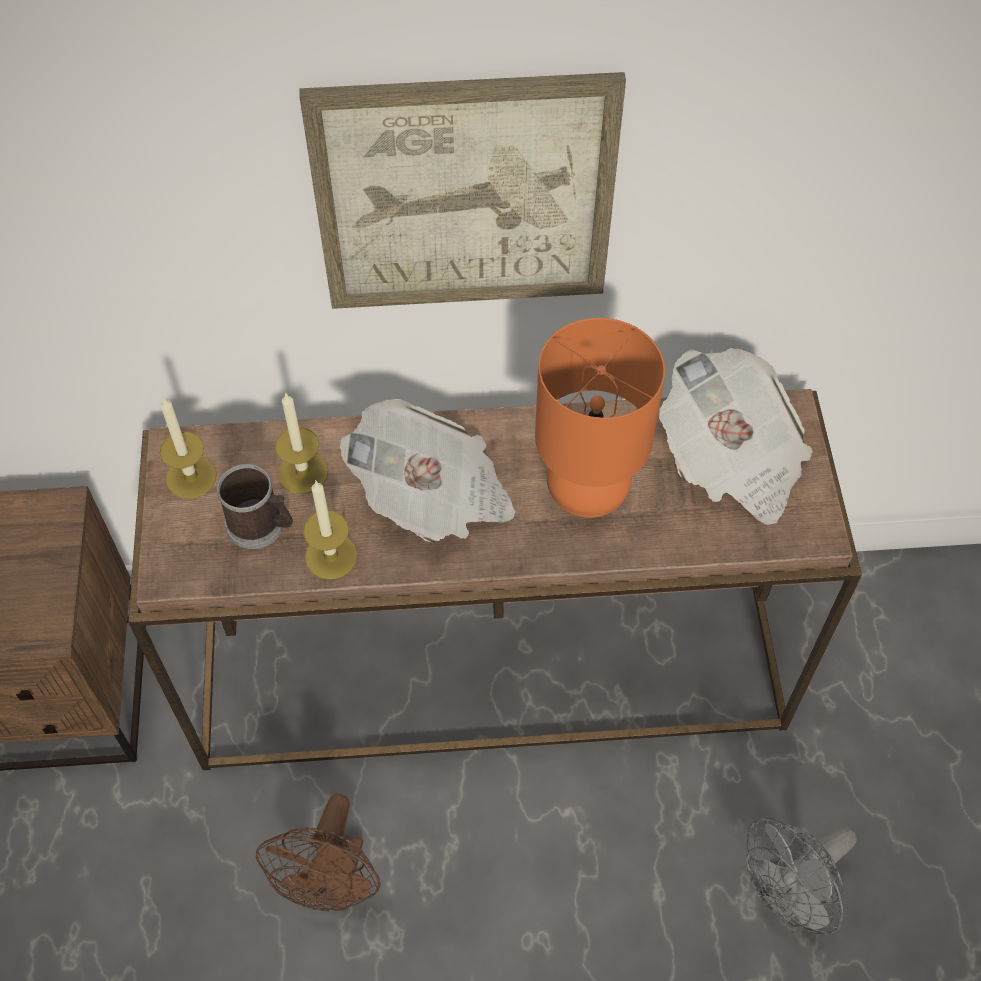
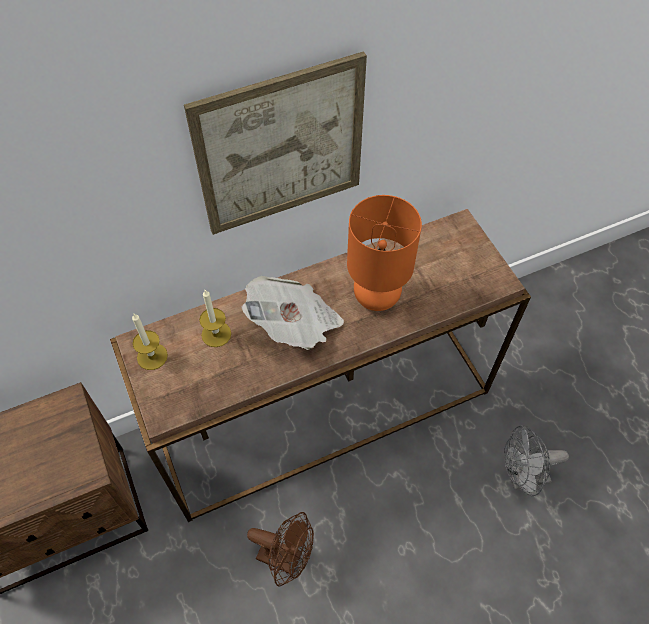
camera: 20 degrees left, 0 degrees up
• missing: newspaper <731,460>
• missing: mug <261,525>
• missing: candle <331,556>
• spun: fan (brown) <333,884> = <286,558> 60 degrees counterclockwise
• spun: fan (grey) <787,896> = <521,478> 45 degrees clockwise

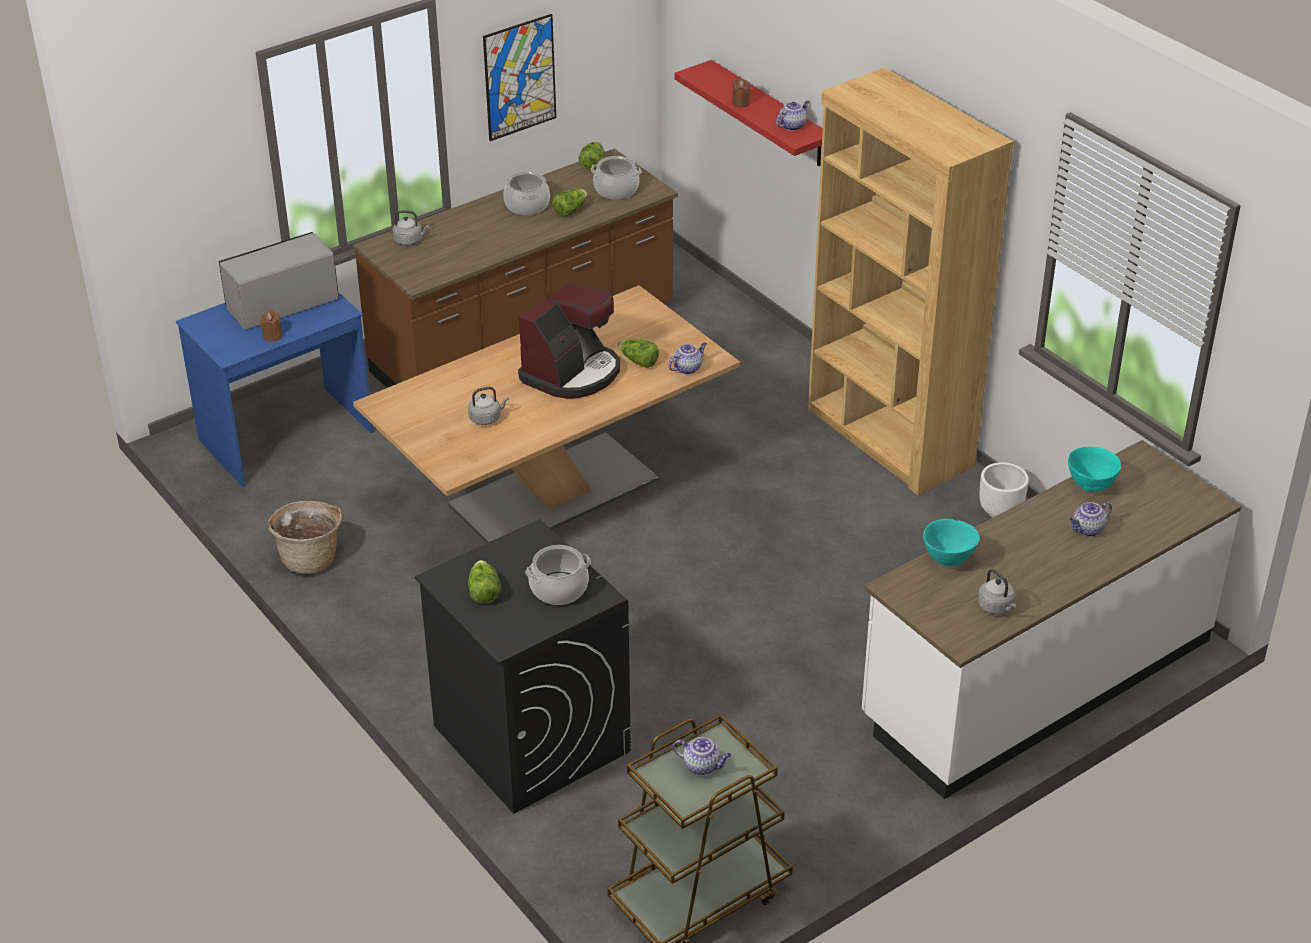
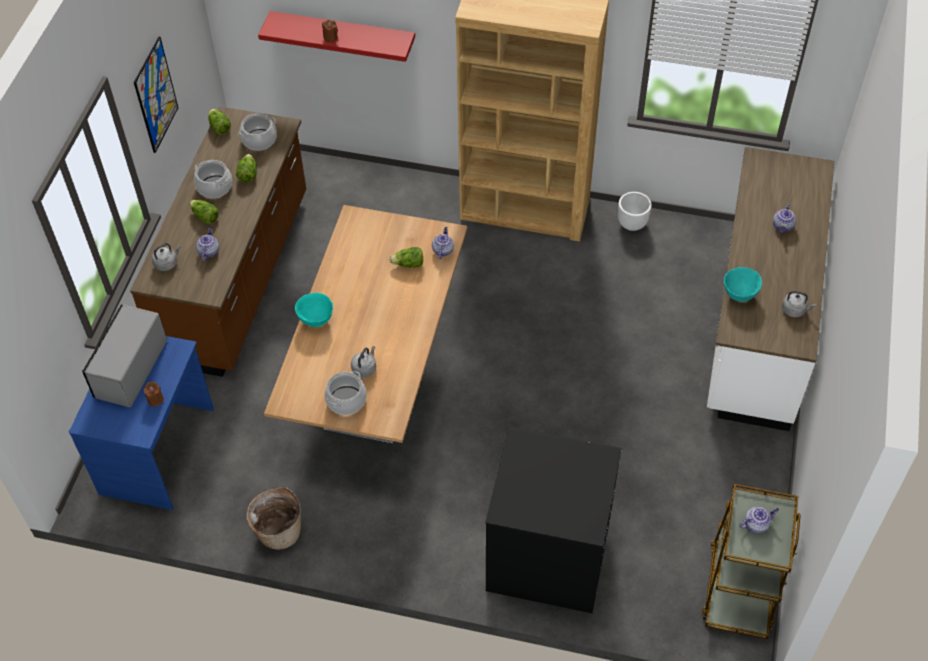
camera: 40 degrees left, 15 degrees up
• relocated: teapot <792,126> to <208,251>
• missing: coffee machine <572,373>
• relocated: bowl (turquoise) <1091,486> to <316,320>
• relocated: cooking pot <559,589> to <346,400>
• relocated: lettuce <483,592> to <205,217>

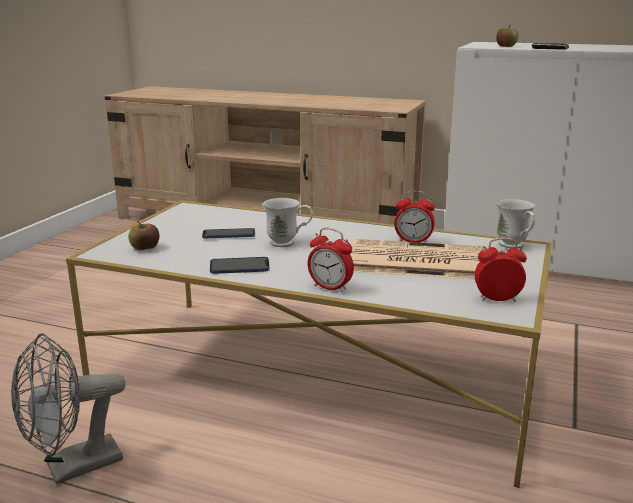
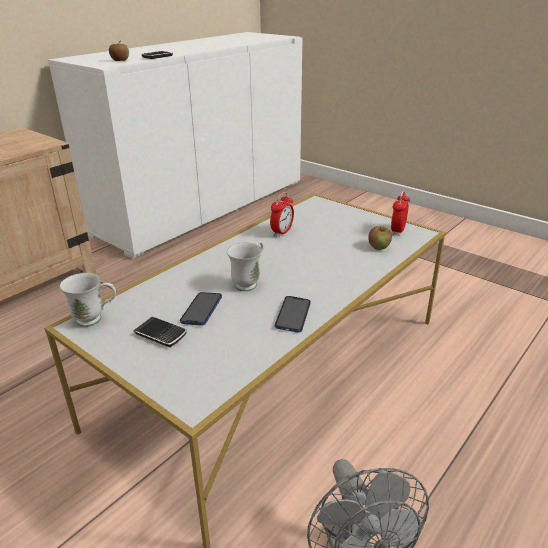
camera: 70 degrees left, 10 degrees up
• relocated: mug (white) <515,246> to <95,319>
• relocated: apple <145,248> to <379,246>
• missing: alarm clock <330,287>
• missing: newspaper <417,262>
• appeared: phone <160,334>

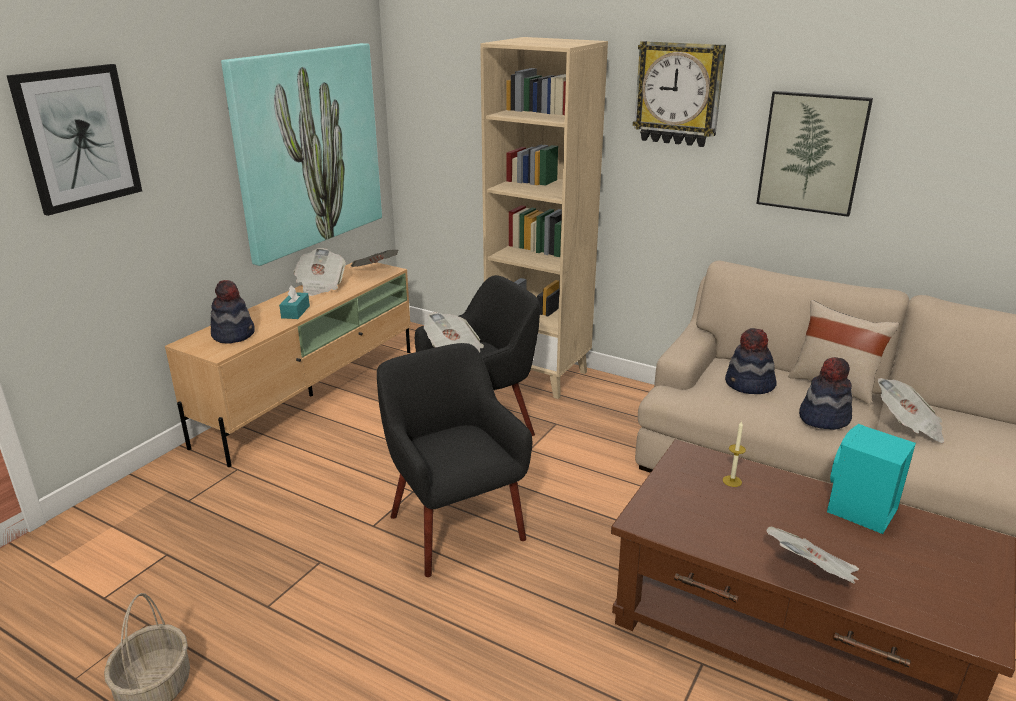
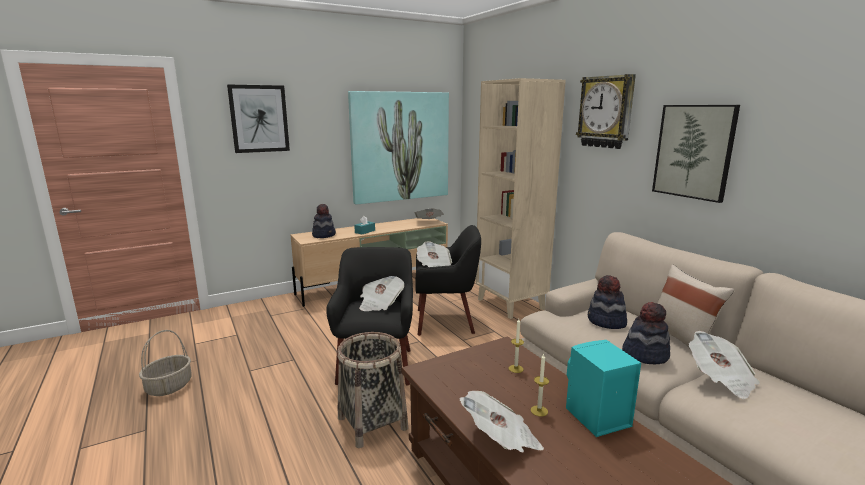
camera: 30 degrees right, 10 degrees down
• relocated: newspaper <320,286> to <380,303>
• appeared: basket <372,423>
• appeared: candle <539,411>

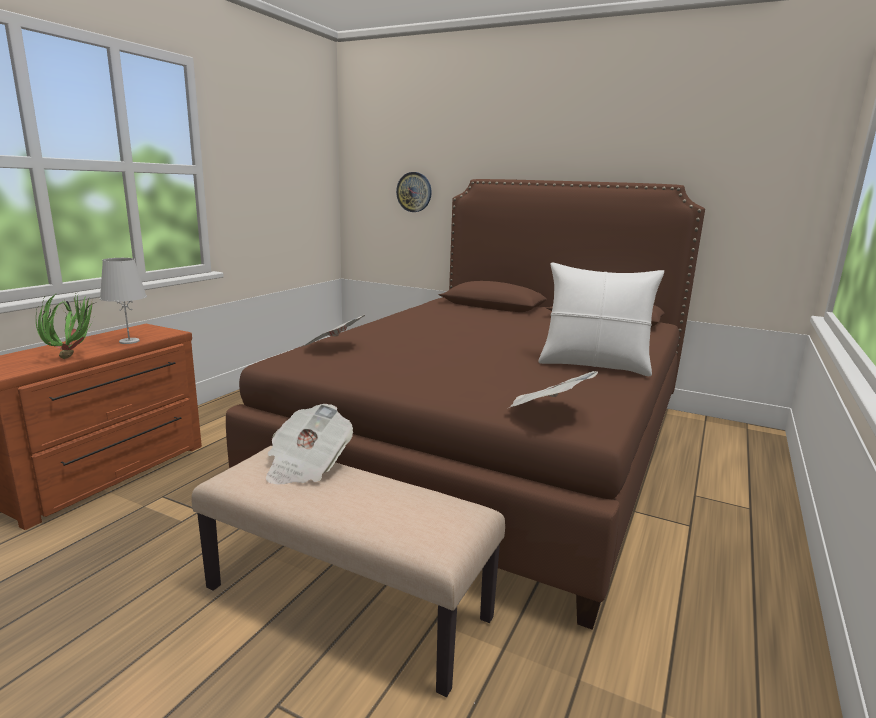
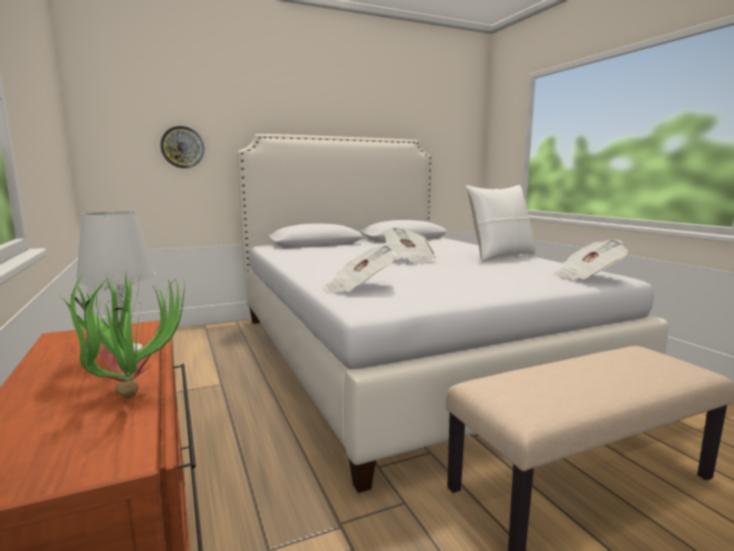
camera: 50 degrees left, 5 degrees down
• colour: bed (brown) <493,448> to bed (white) <402,354>
• relocated: newspaper <307,466> to <410,260>

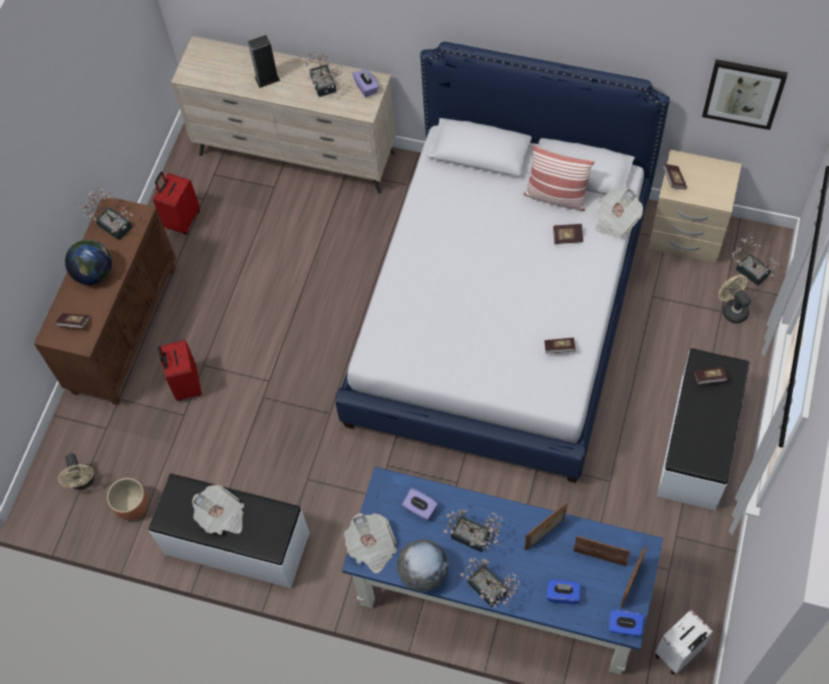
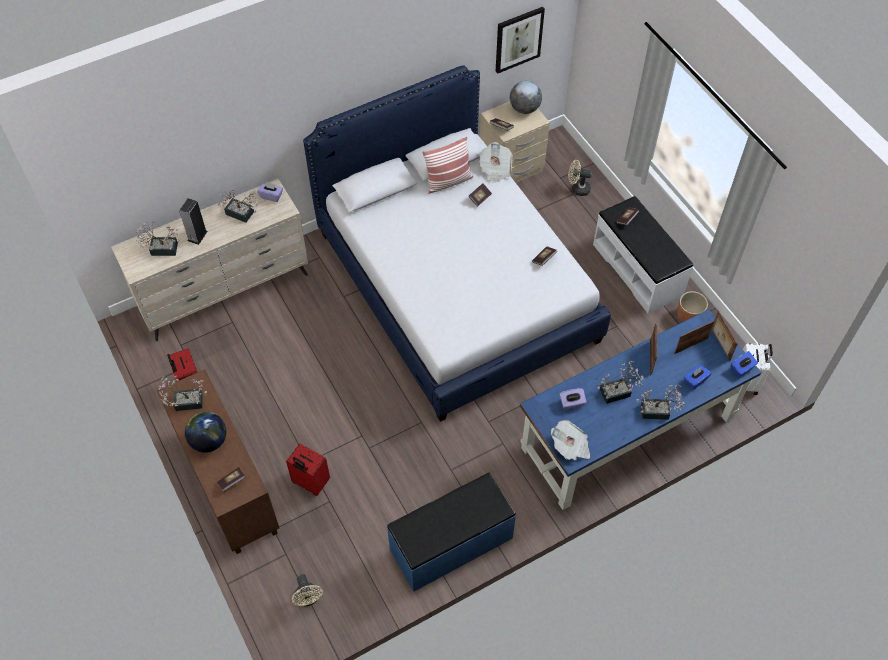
camera: 50 degrees left, 5 degrees down
• relocated: potted plant <749,269> to <161,249>
• spun: fan (beige) <83,481> = <308,599> 45 degrees clockwise
• colour: bench (white) <236,544> to bench (blue) <451,544>
• relocated: planter (brown) <132,507> to <689,316>
• missing: newspaper <222,516>
• relocated: globe <423,573> to <524,109>

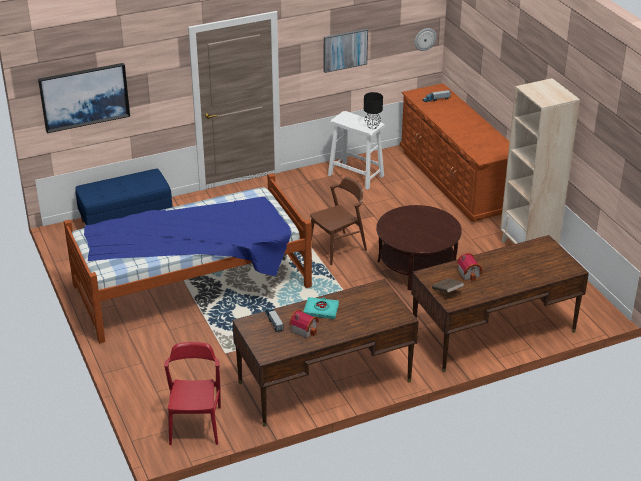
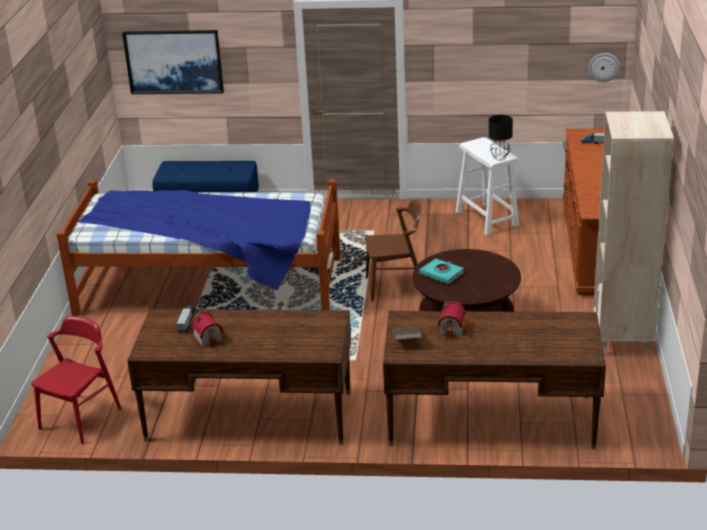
camera: 30 degrees right, 5 degrees down
• missing: picture <345,50>
• relocated: book (turquoise) <321,310> to <441,274>

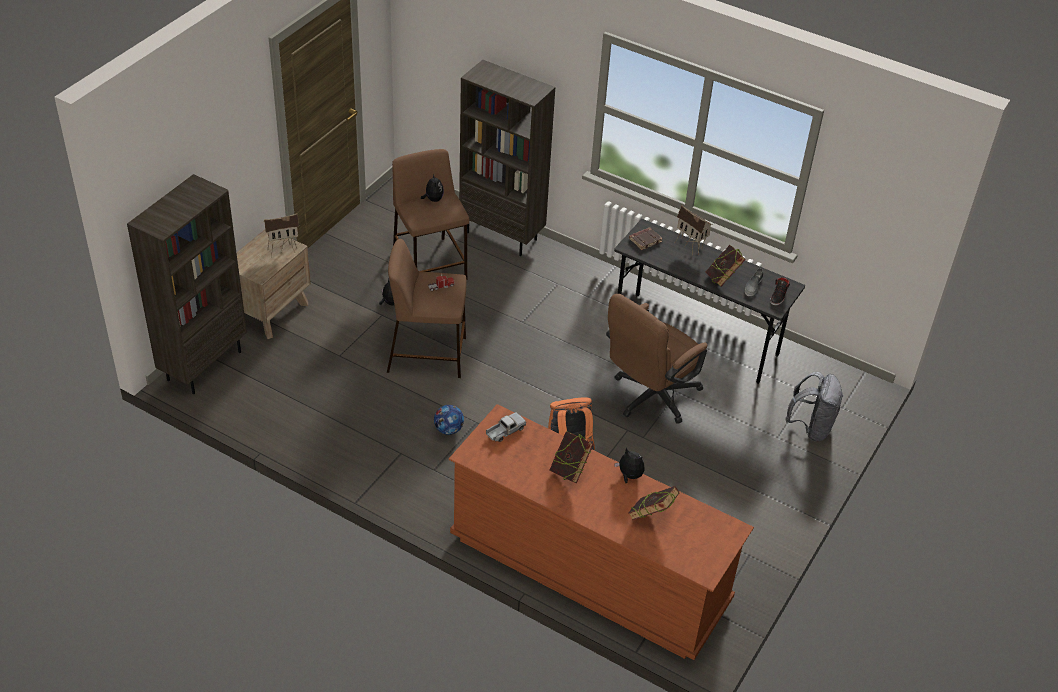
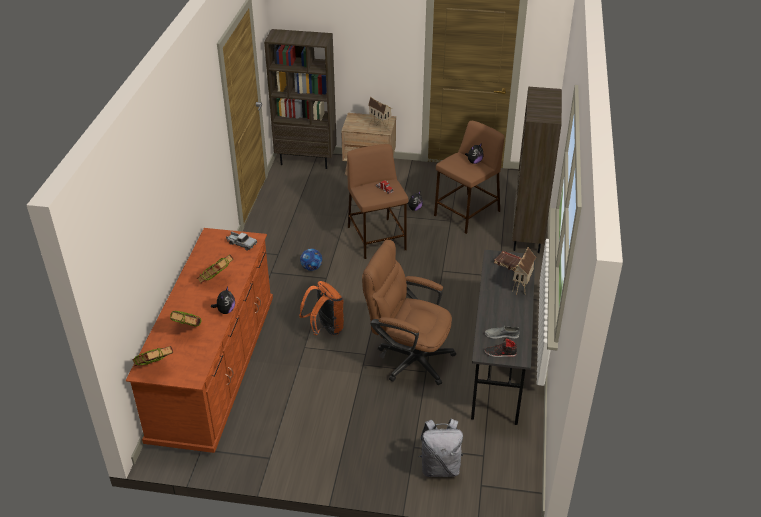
camera: 70 degrees right, 5 degrees down
• relocated: book <722,279> to <155,369>

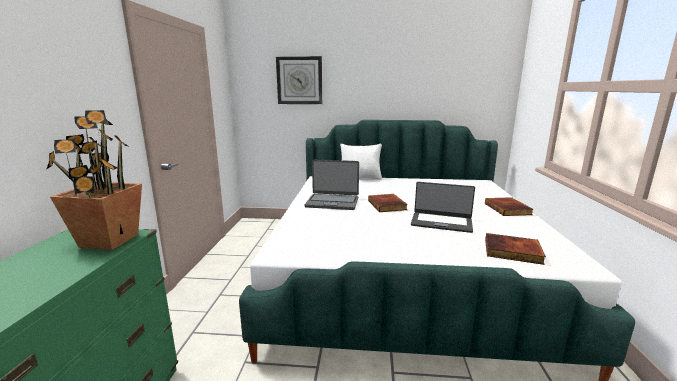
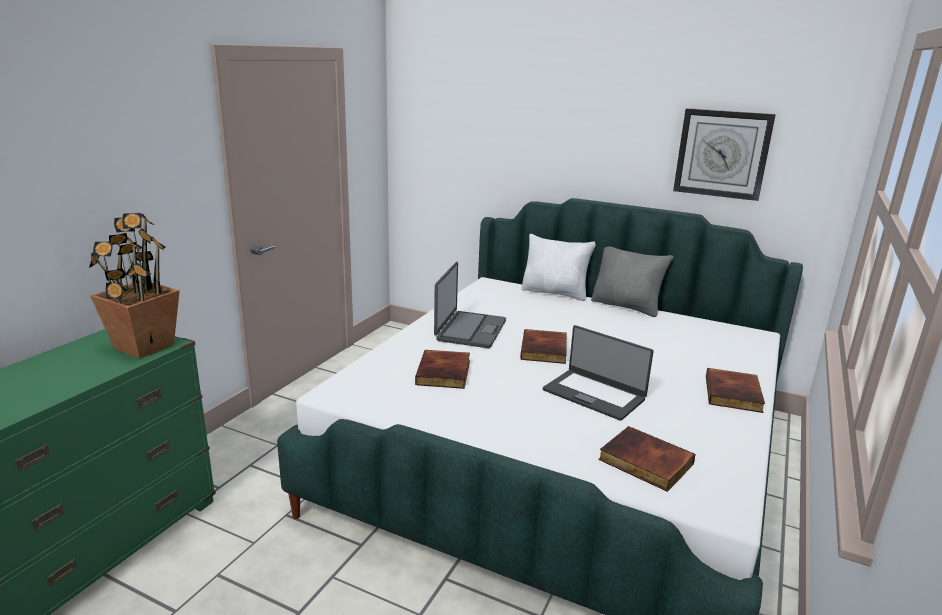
camera: 20 degrees right, 5 degrees up
• relocated: wall clock <299,80> to <722,154>
• spun: laptop <332,202> = <470,330> 105 degrees counterclockwise
• appeared: pillow (grey) <626,306>
• appeared: book <445,373>

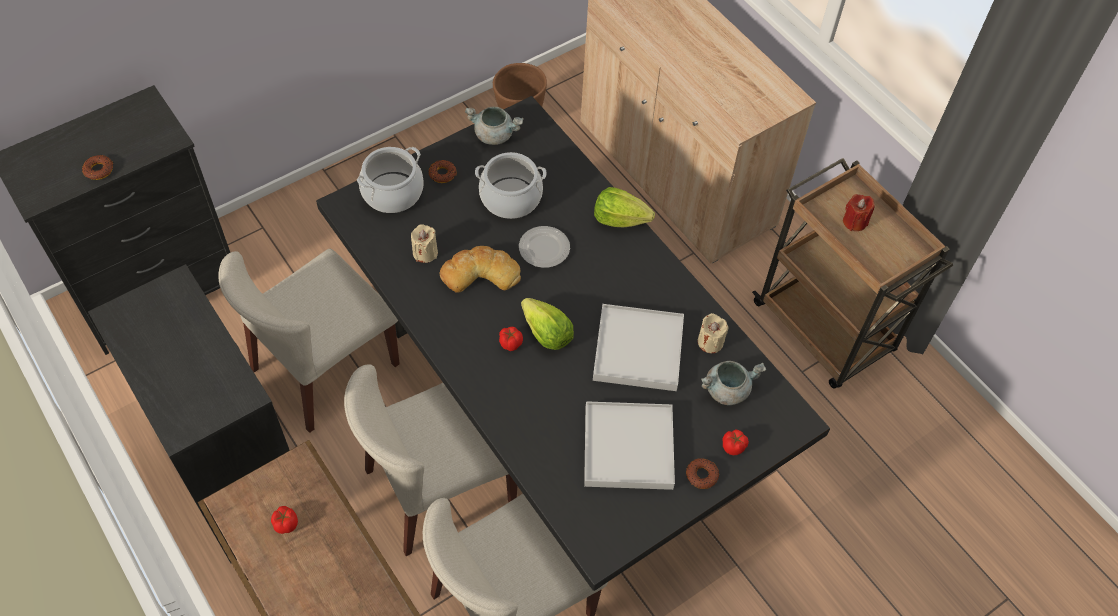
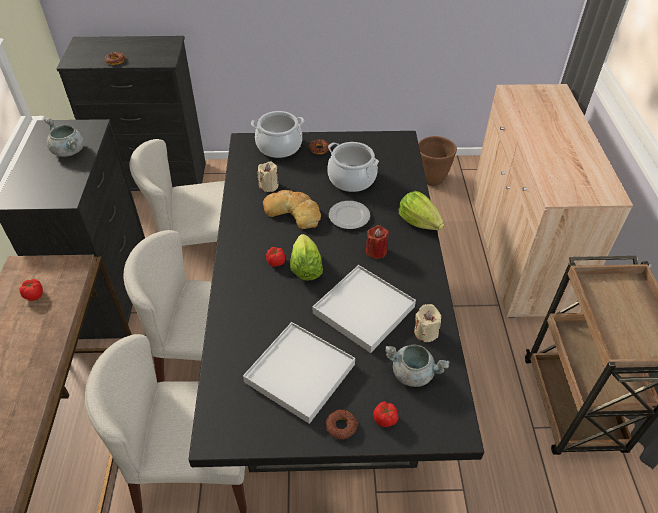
camera: 35 degrees right, 10 degrees down
• relocated: cooking pot (grey) <495,135> to <70,151>
• relocated: candle (red) <854,222> to <376,251>

